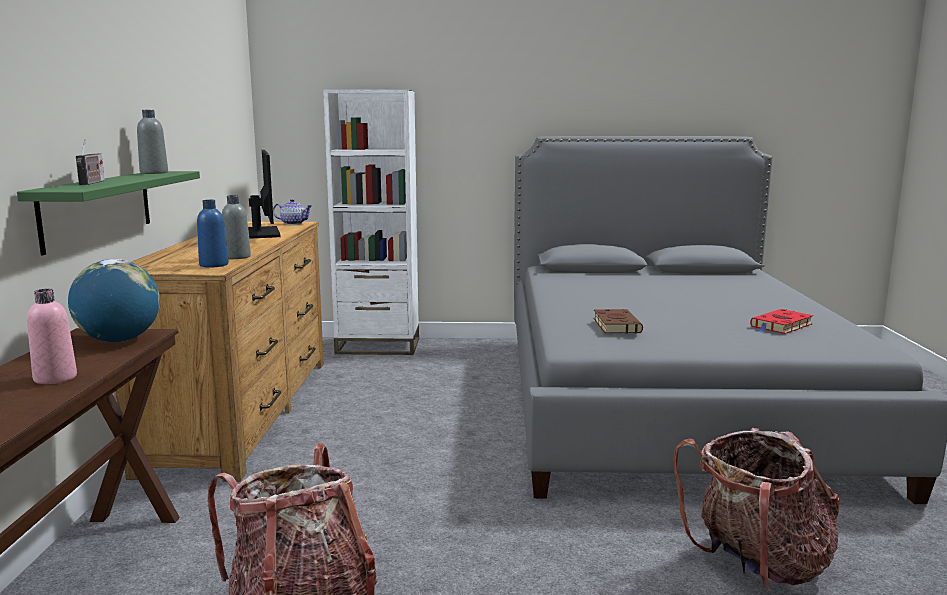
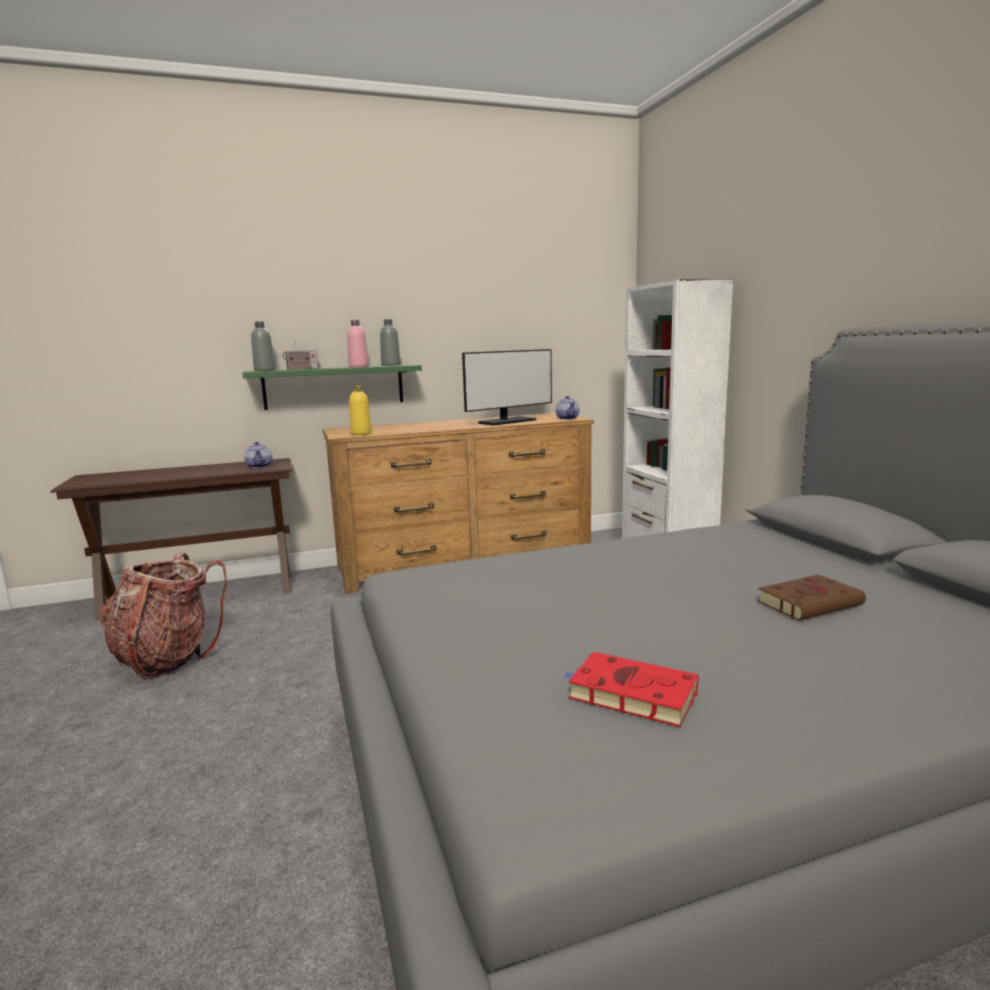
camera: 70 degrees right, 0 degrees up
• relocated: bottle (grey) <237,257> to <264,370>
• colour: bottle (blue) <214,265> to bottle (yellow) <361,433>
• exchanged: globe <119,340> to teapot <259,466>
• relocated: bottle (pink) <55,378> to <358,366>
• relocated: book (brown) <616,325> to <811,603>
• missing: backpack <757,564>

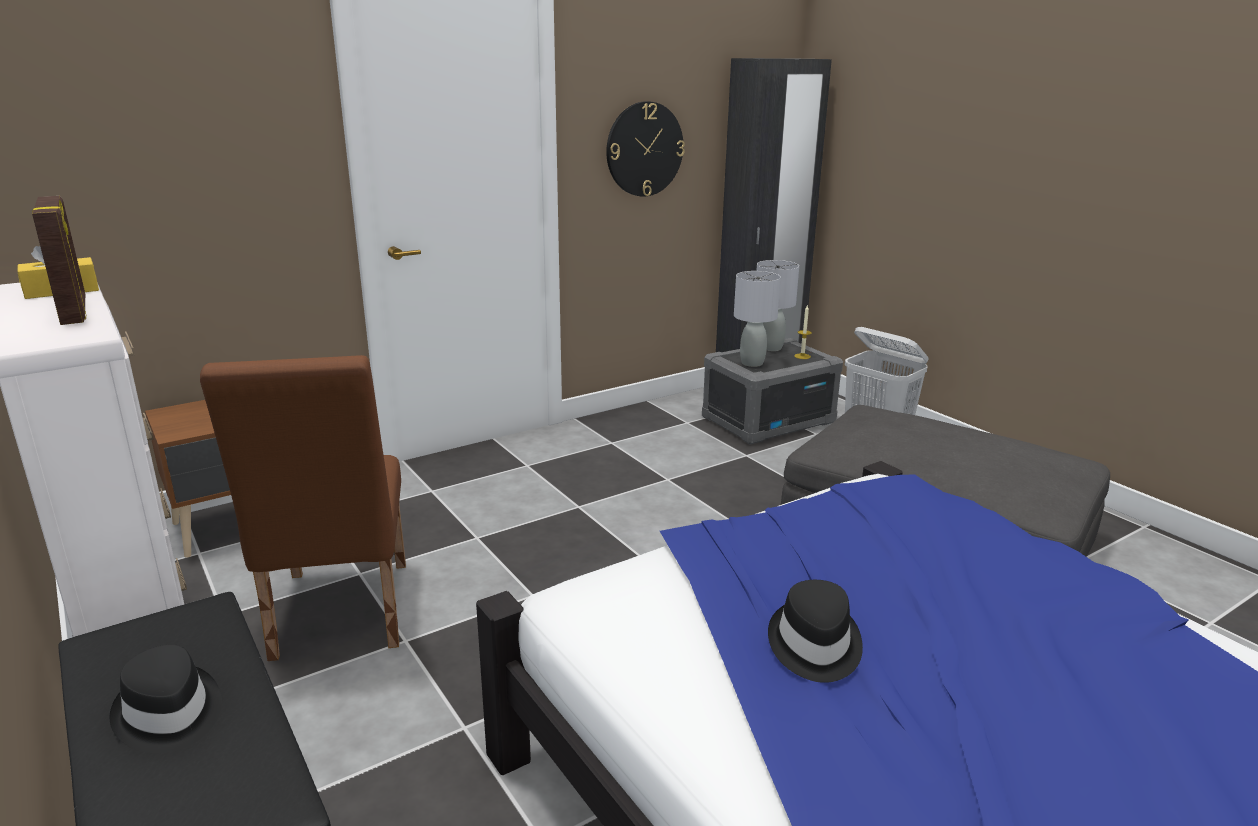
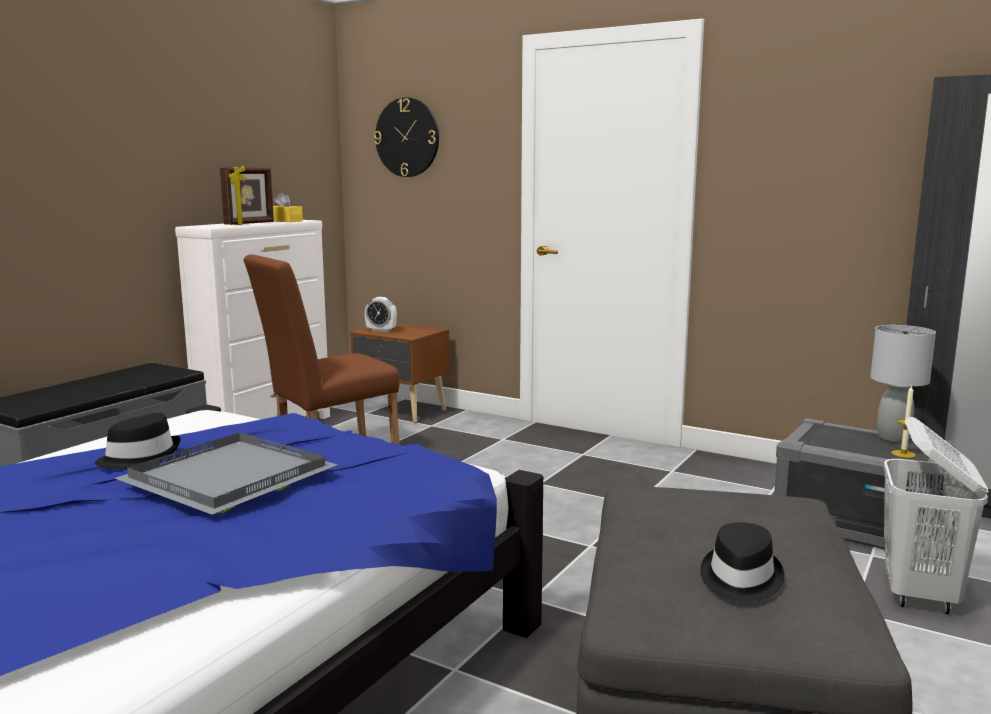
camera: 65 degrees right, 10 degrees down
• relocated: wall clock <644,149> to <407,137>
• missing: table lamp (grey) <751,363>
• relocated: hat (black) <168,714> to <740,578>
• appeared: alarm clock <381,331>
• appeared: tray (grey) <229,476>

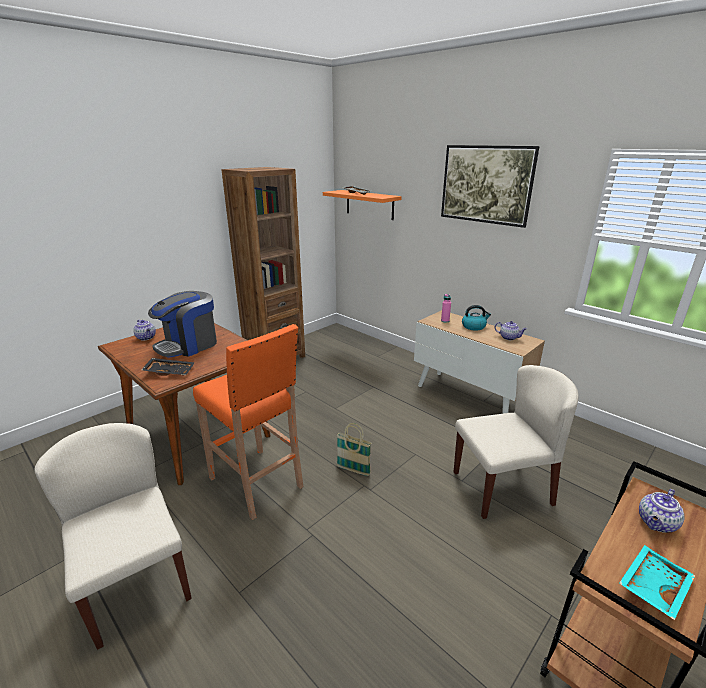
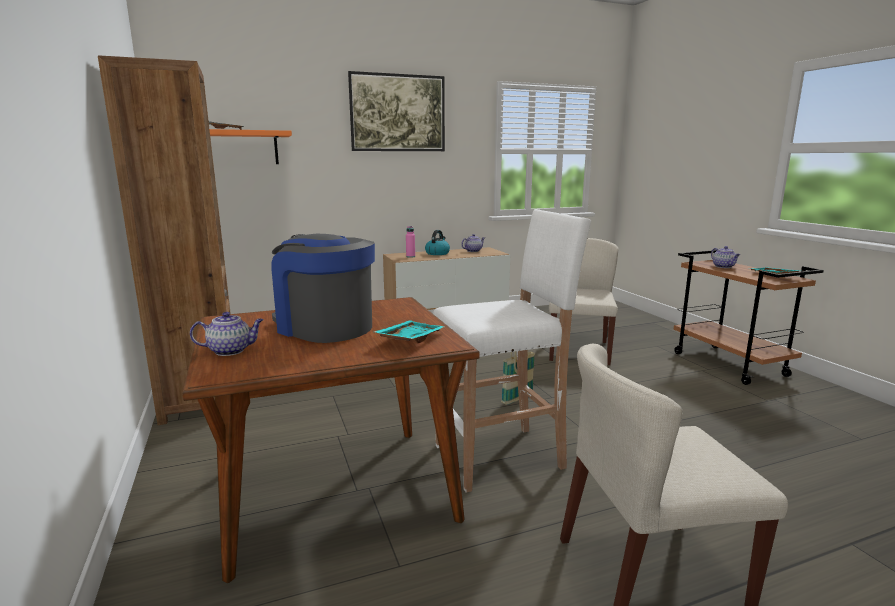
camera: 65 degrees left, 10 degrees down
• spun: coffee machine <188,345> = <324,327> 150 degrees clockwise
• colour: stool (orange) <257,483> to stool (white) <502,456>
• colour: tray (black) <170,371> to tray (turquoise) <409,339>

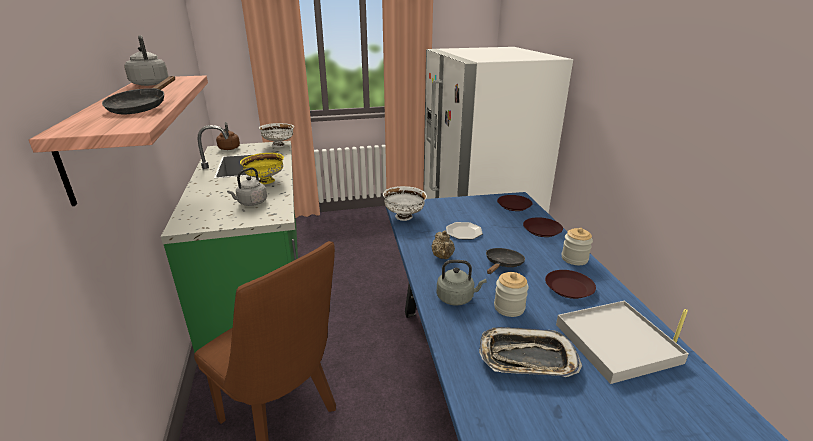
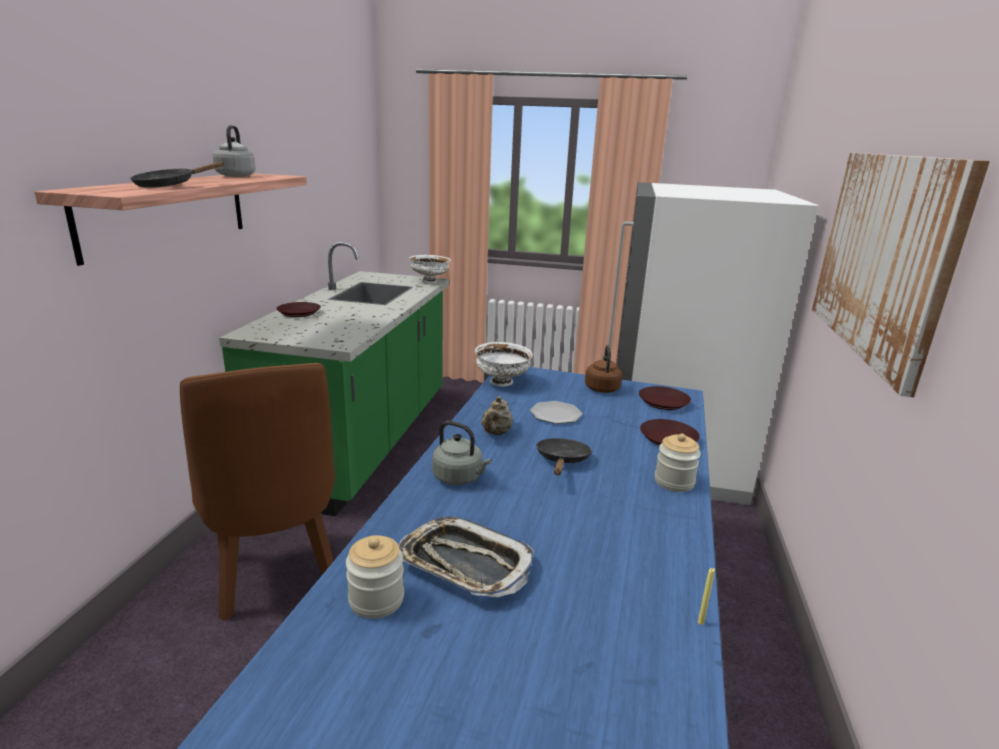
camera: 25 degrees right, 5 degrees down
• relocated: kettle (brown) <229,148> to <602,388>
• missing: bowl (yellow) <265,181>
• missing: kettle (grey) <251,203>
• spun: frying pan (black) <502,264> = <562,461> 45 degrees counterclockwise
• relocated: plate (brown) <568,288> to <298,313>
• relocated: jar <509,307> to <376,599>
• missing: tray (white) <616,343>
• appeared: picture <882,256>

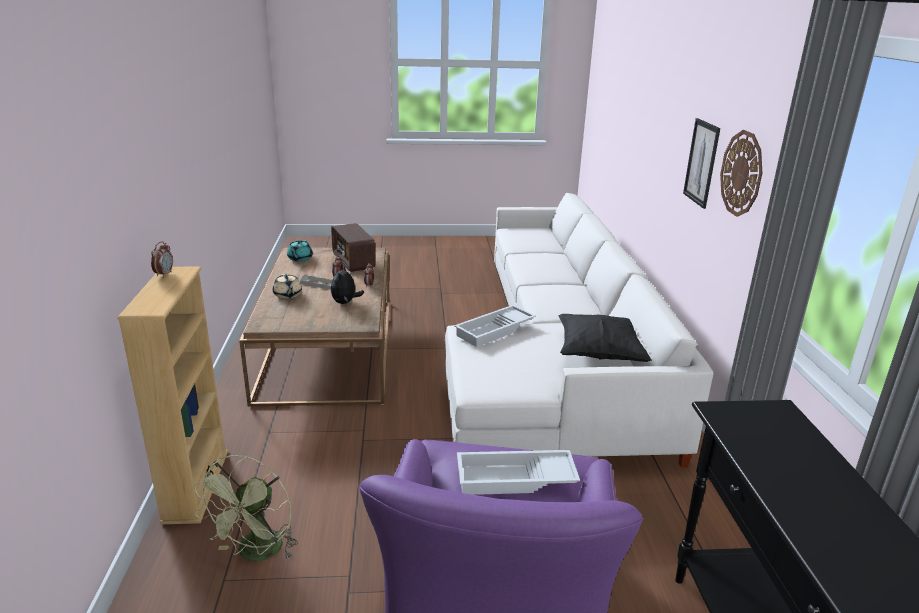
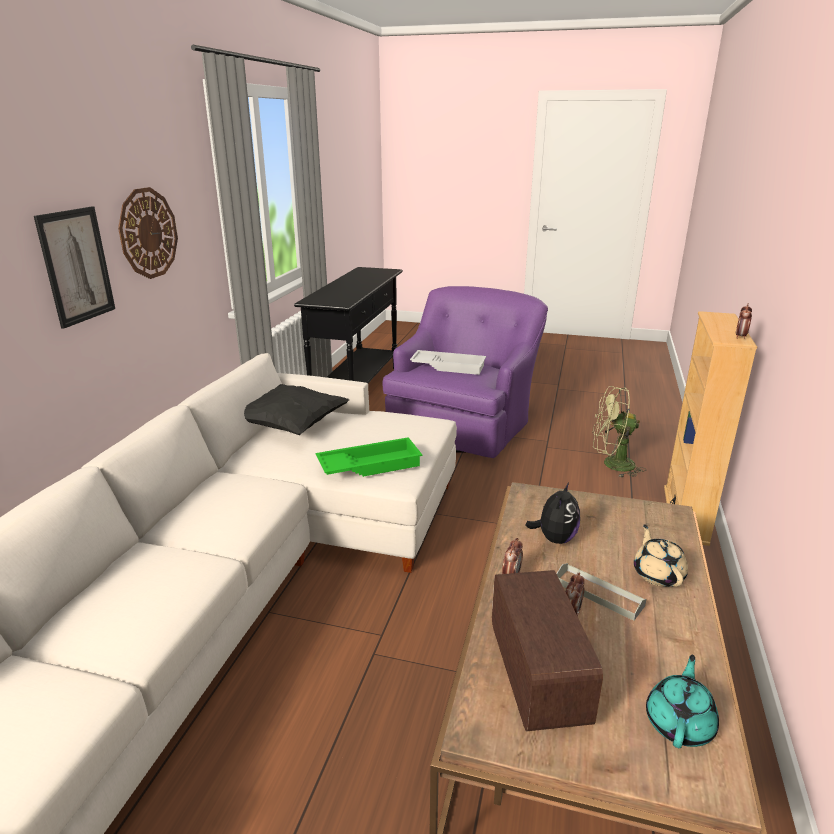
camera: 160 degrees left, 0 degrees up
• colour: tray (white) <495,331> to tray (green) <369,464>
• spun: fan (green) <256,554> = <612,465> 120 degrees counterclockwise

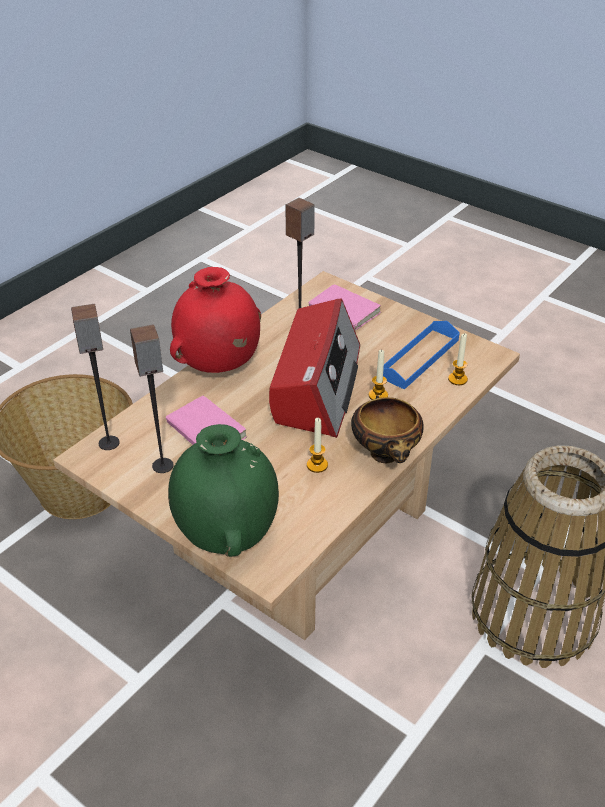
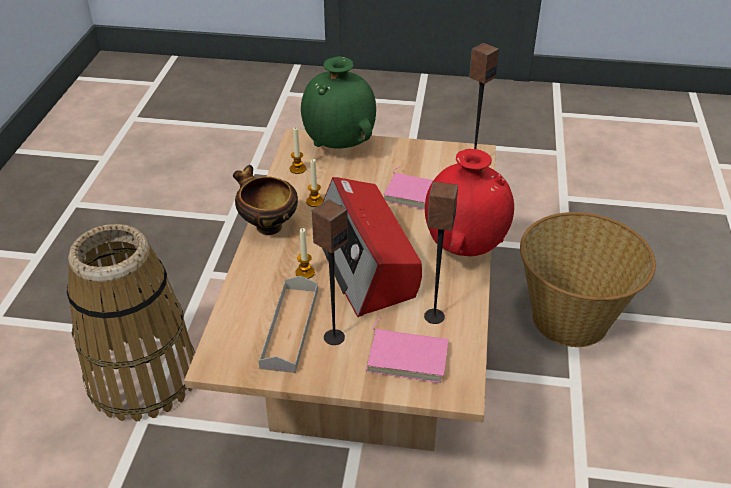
camera: 150 degrees right, 0 degrees up
• colour: tray (blue) <419,358> to tray (grey) <290,328>
• relocated: speaker <162,466> to <334,337>
• relocated: candle <457,379> to <298,169>

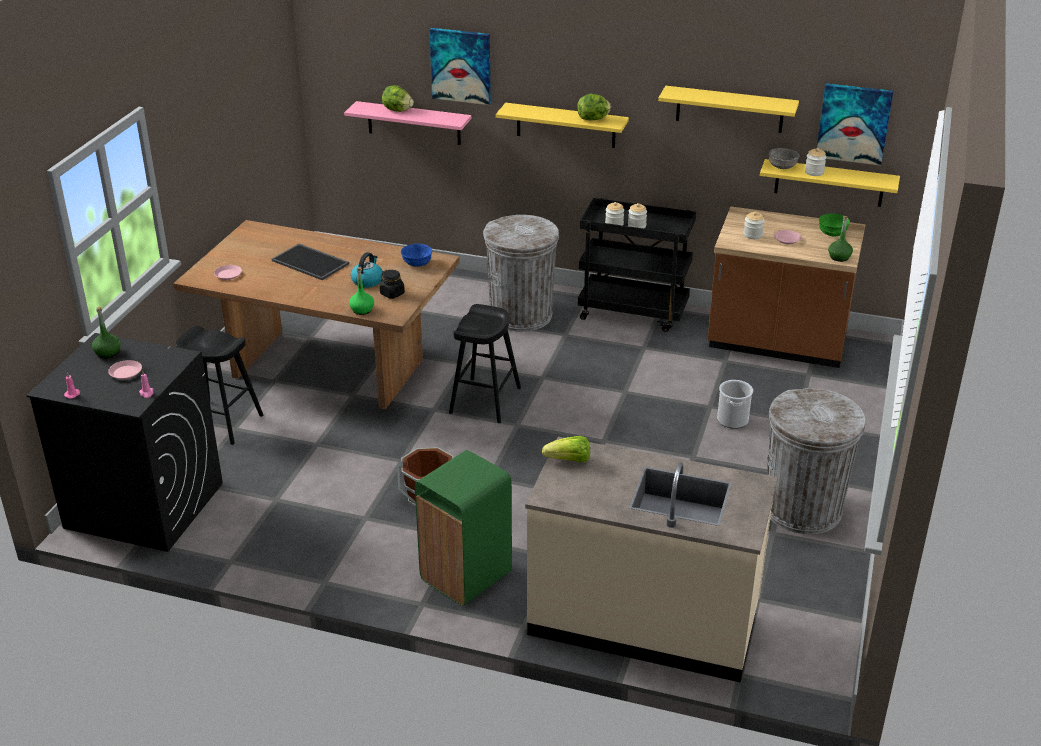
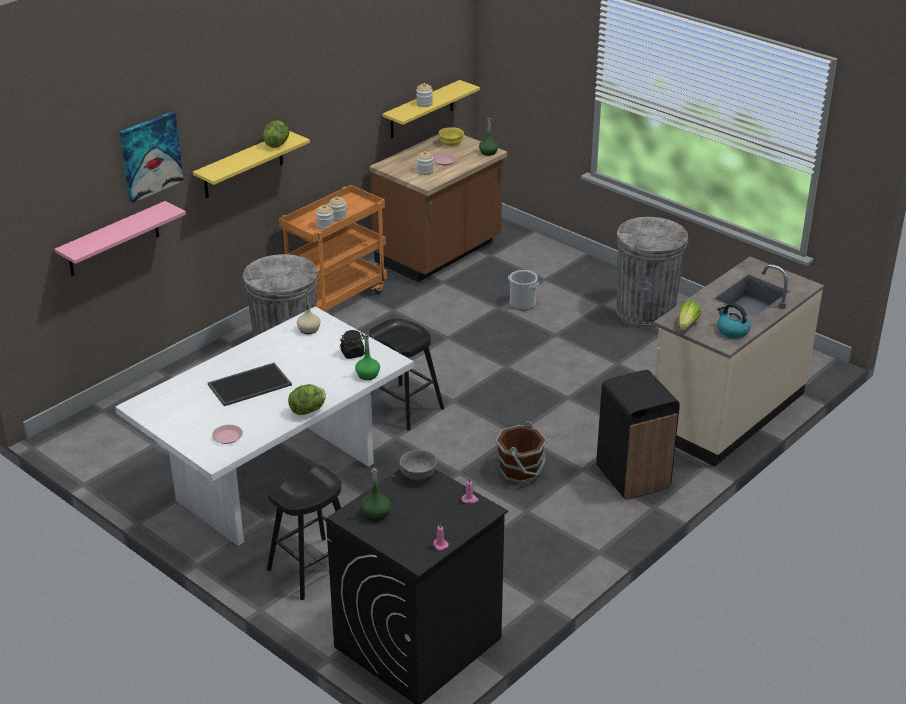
camera: 65 degrees left, 0 degrees up
• missing: picture <853,123>
• relocated: lettuce <397,110> to <308,410>
• missing: shelf (yellow) <729,109>
• relocated: bowl (grey) <782,167> to <418,475>
• colour: cart (black) <634,313> to cart (orange) <336,298>
• colour: bowl (green) <832,233> to bowl (yellow) <451,143>
• colour: dining table (brown) <327,369> to dining table (white) <276,482>
• exchanged: bowl (blue) <416,263> to bottle (beige) <308,329>
• relocated: kettle <367,281> to <732,331>
• missing: plate (pink) <125,372>
• colour: trash can (green) <465,576> to trash can (black) <632,478>

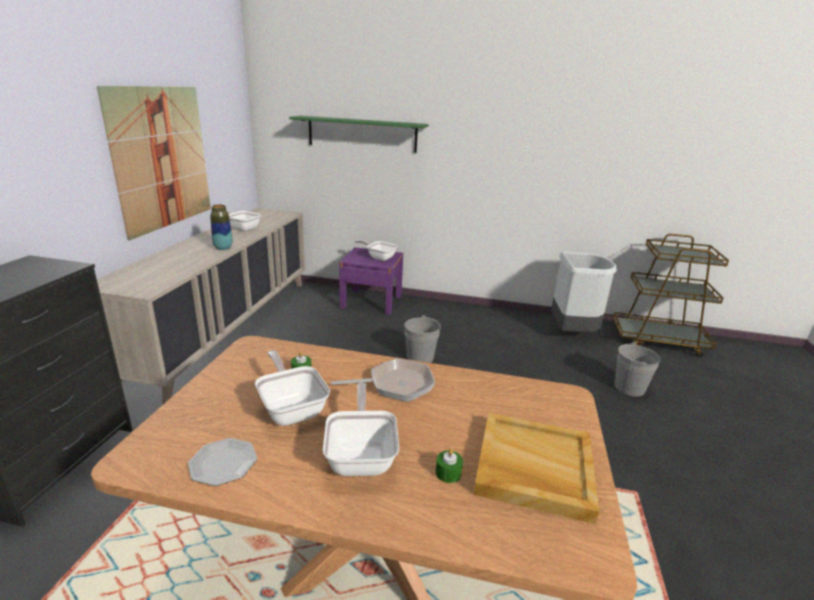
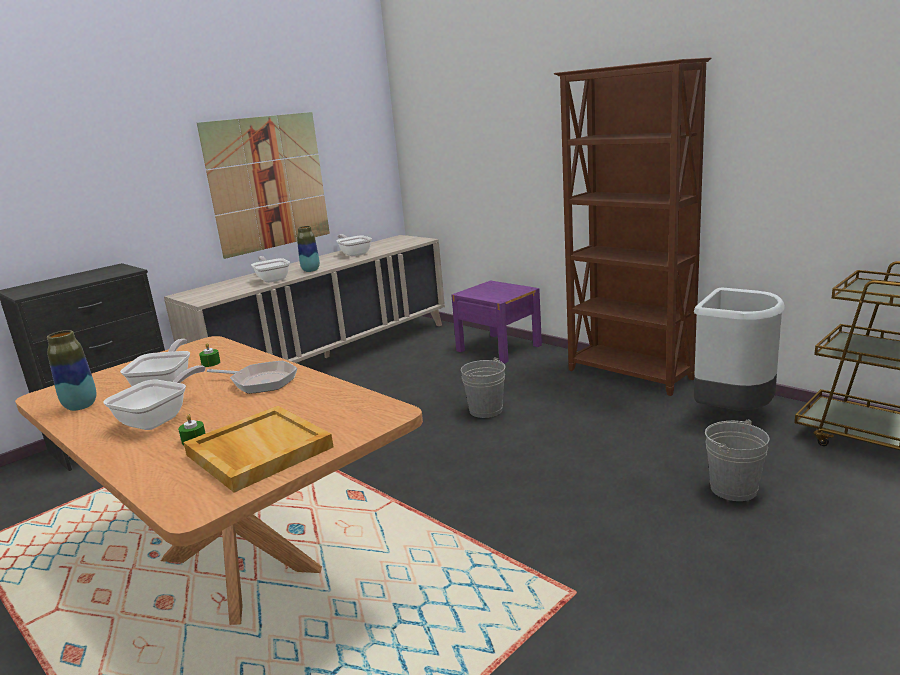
camera: 35 degrees right, 5 degrees down
• missing: shelf (green) <362,134>
• relocated: frying pan <379,257> to <272,279>
• exchanged: plate <224,463> to vase <81,406>
• appeared: bookcase (brown) <629,375>

